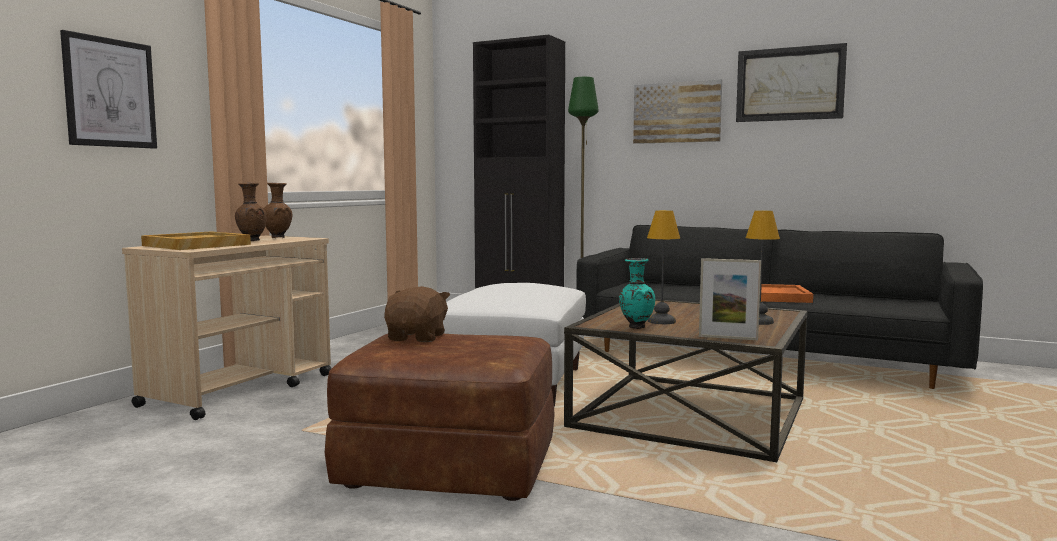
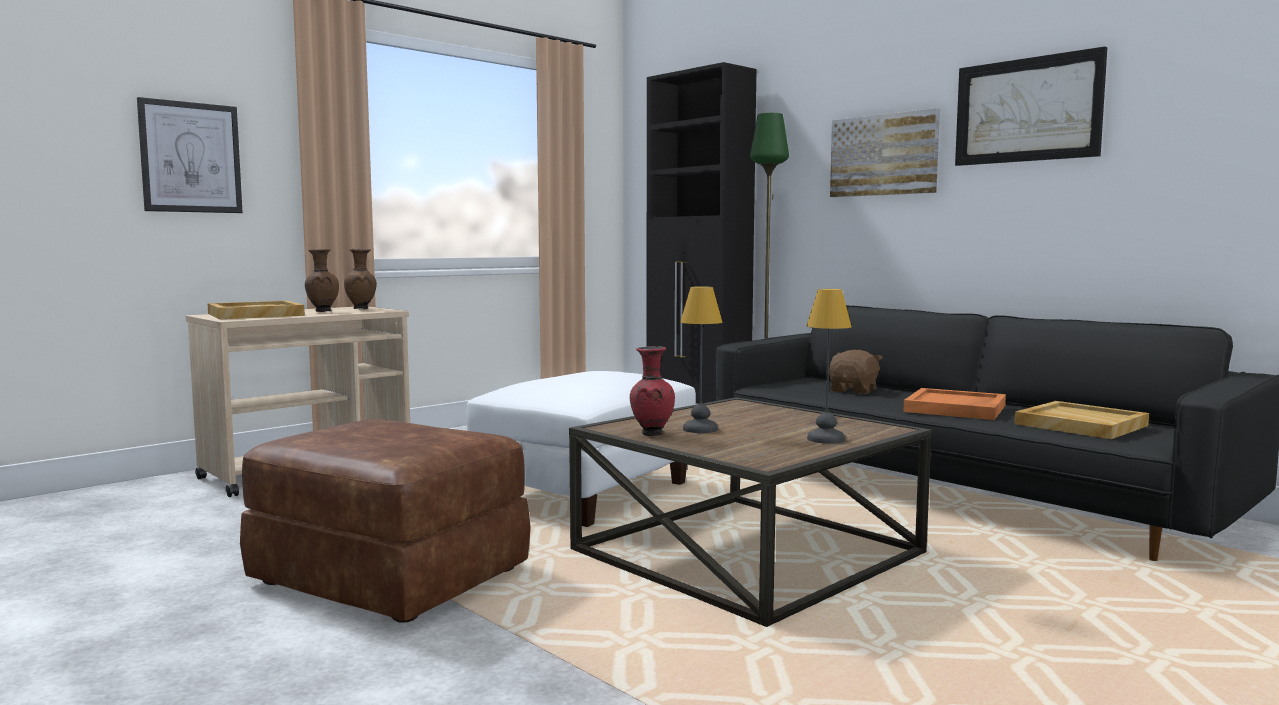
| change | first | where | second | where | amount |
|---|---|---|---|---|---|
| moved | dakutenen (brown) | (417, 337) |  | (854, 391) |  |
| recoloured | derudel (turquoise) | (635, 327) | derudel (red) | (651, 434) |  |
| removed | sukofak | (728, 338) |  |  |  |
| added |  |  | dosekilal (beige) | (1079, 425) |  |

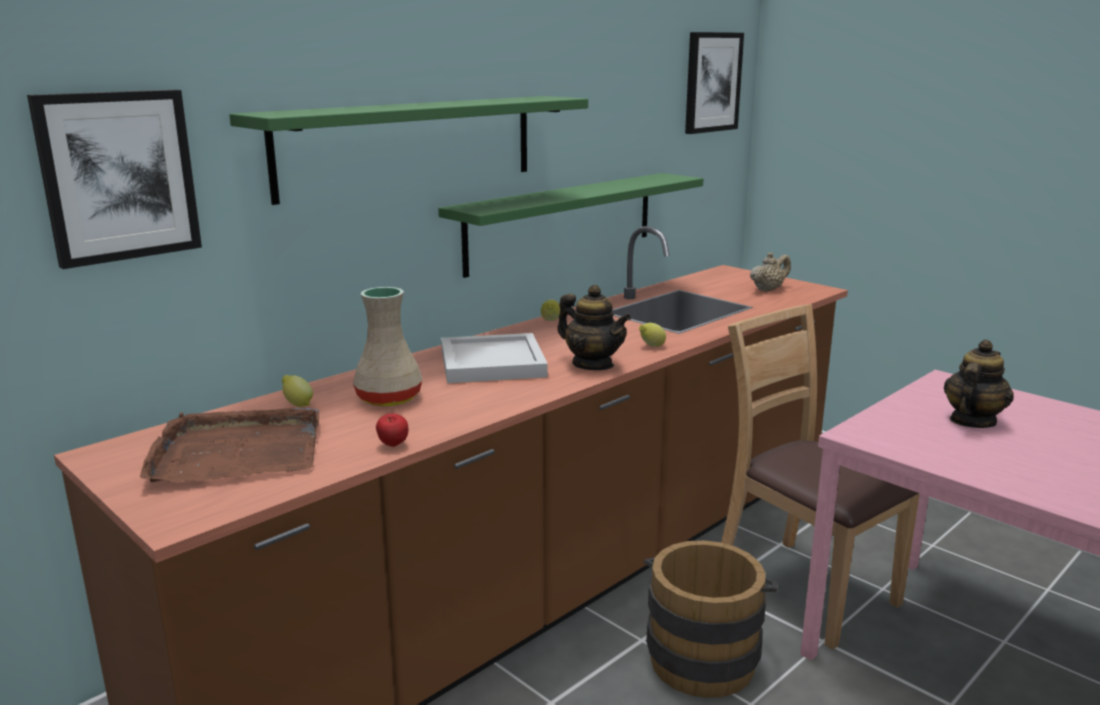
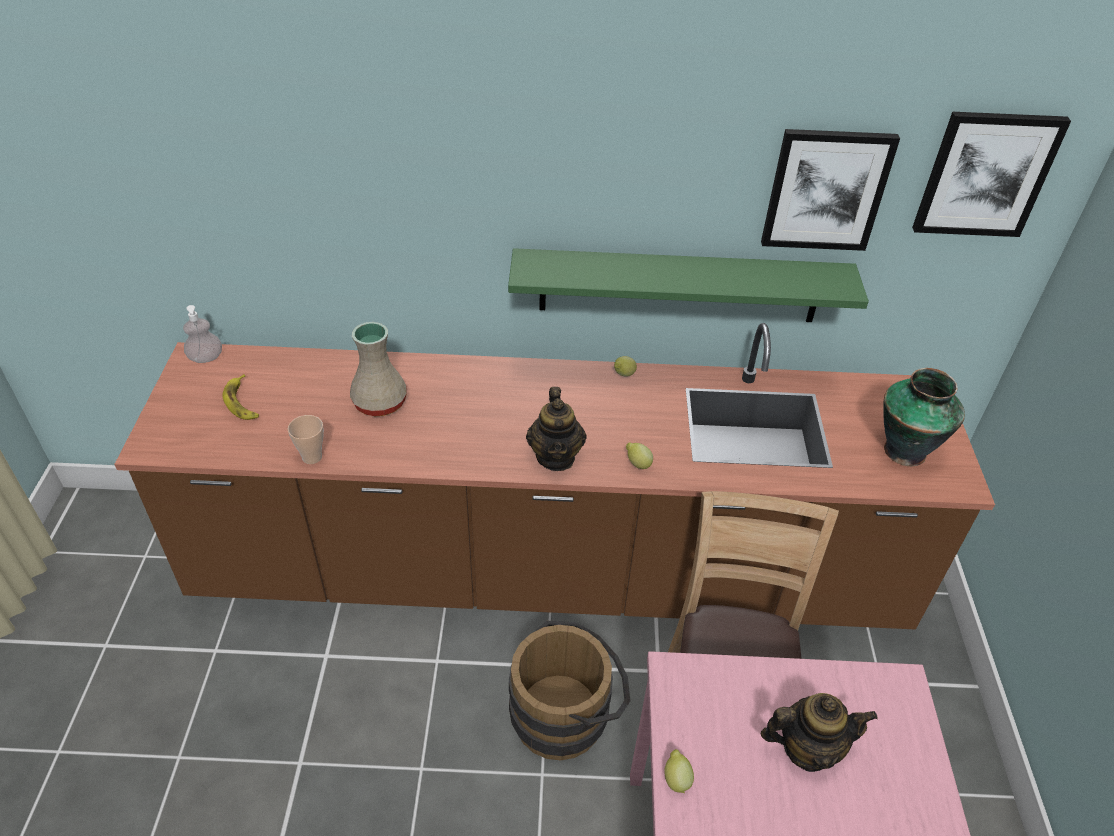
| change | first | where | second | where | amount |
|---|---|---|---|---|---|
| moved | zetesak | (118, 176) |  | (826, 190) |  |
| replaced | dosekilal (brown) | (237, 452) | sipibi | (242, 402) |  |
| removed | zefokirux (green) | (411, 145) |  |  |  |
| moved | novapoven | (297, 404) |  | (676, 779) |  |
| replaced | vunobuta | (393, 446) | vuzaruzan | (312, 457) |  |
| removed | dosekilal (white) | (491, 363) |  |  |  |
| replaced | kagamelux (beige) | (768, 289) | derudel | (904, 449) |  |
| added |  |  | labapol | (206, 357) |  |

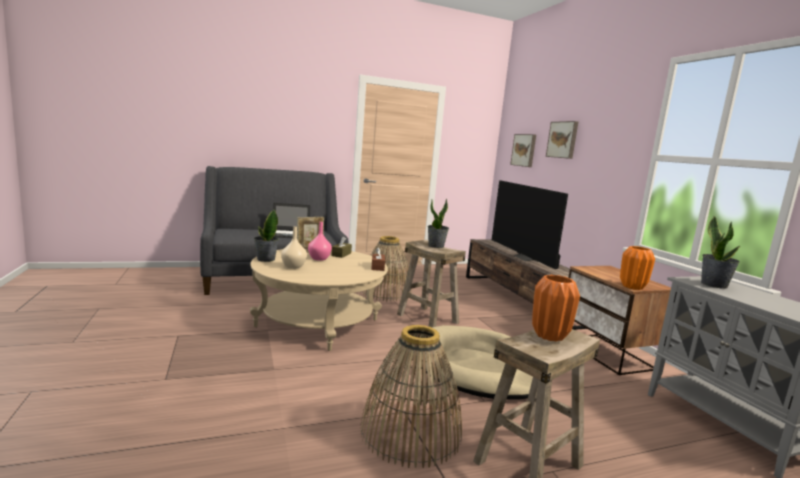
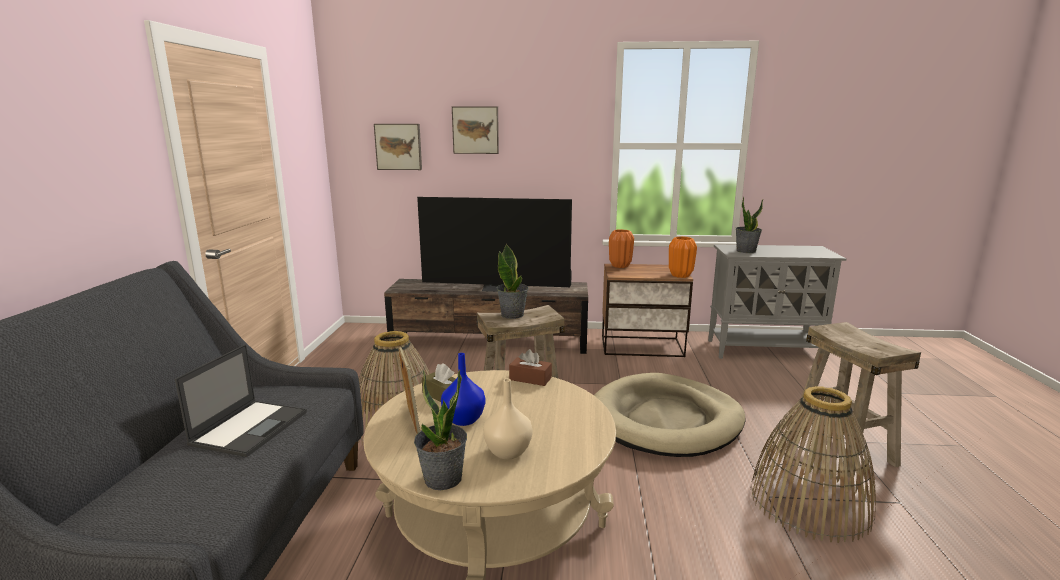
| change | first | where | second | where | amount |
|---|---|---|---|---|---|
| recoloured | derudel (pink) | (319, 259) | derudel (blue) | (463, 419) |  |
| moved | derudel (orange) | (549, 335) |  | (620, 266) |  |

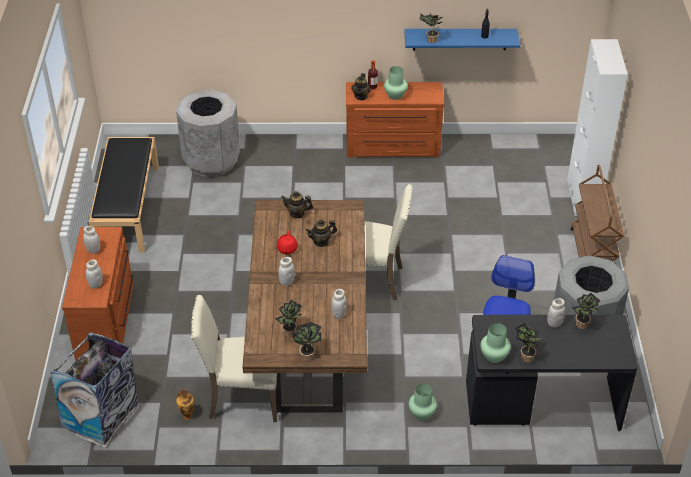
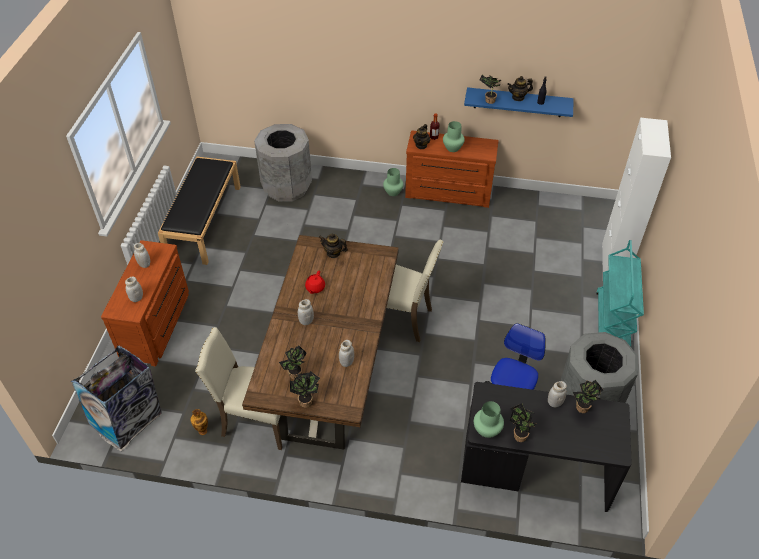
| change | first | where | second | where | amount |
|---|---|---|---|---|---|
| moved | kagamelux | (321, 241) |  | (518, 97) |  |
| moved | derudel (green) | (422, 413) |  | (393, 192) |  |
| recoloured | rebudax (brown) | (592, 255) | rebudax (turquoise) | (612, 322) |  |

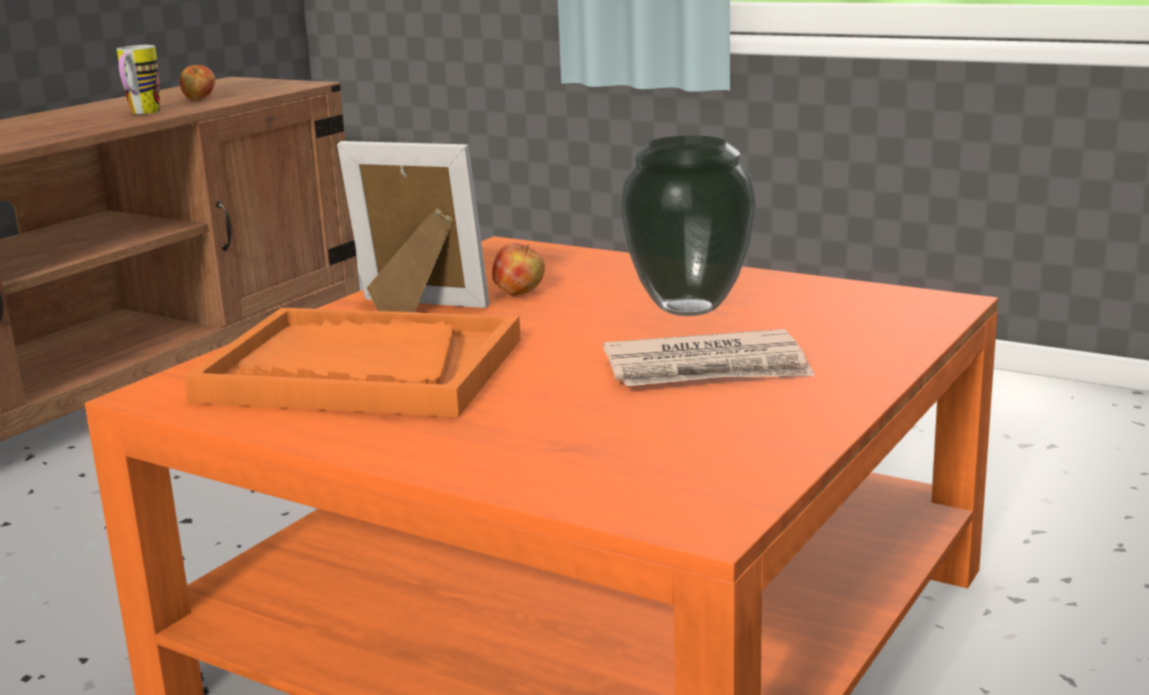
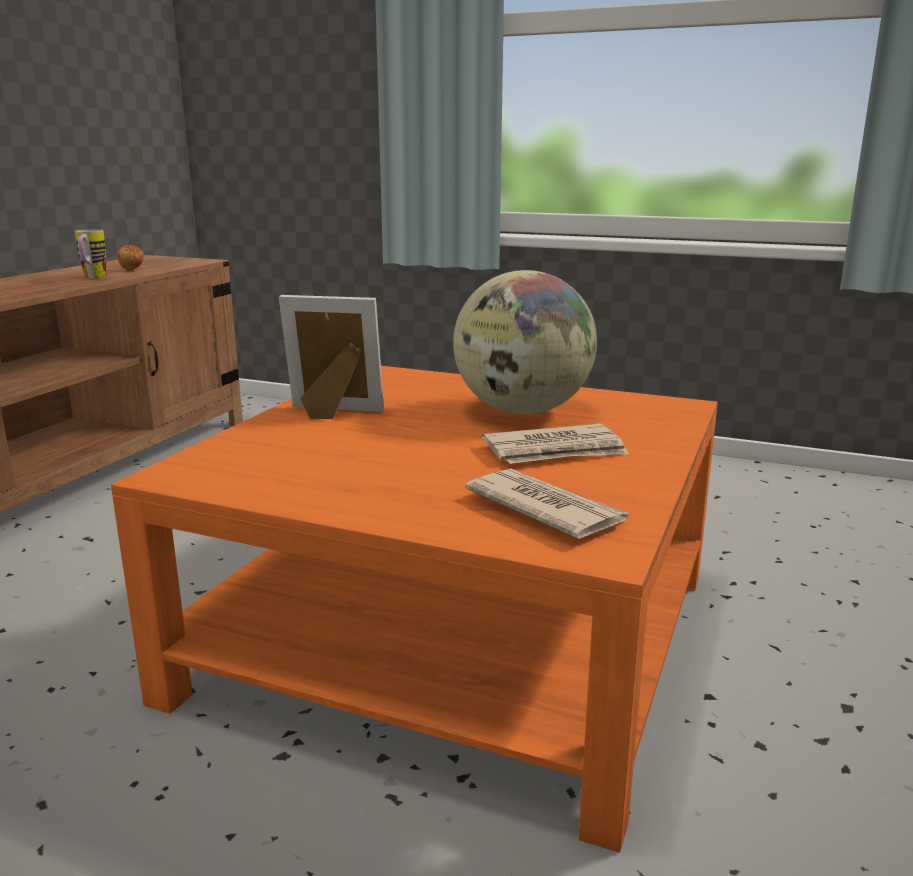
| change | first | where | second | where | amount |
|---|---|---|---|---|---|
| removed | dosekilal (orange) | (361, 370) |  |  |  |
| removed | vunobuta | (519, 293) |  |  |  |
| replaced | derudel | (688, 309) | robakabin | (522, 411) |  |
| added |  |  | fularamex | (544, 508) |  |

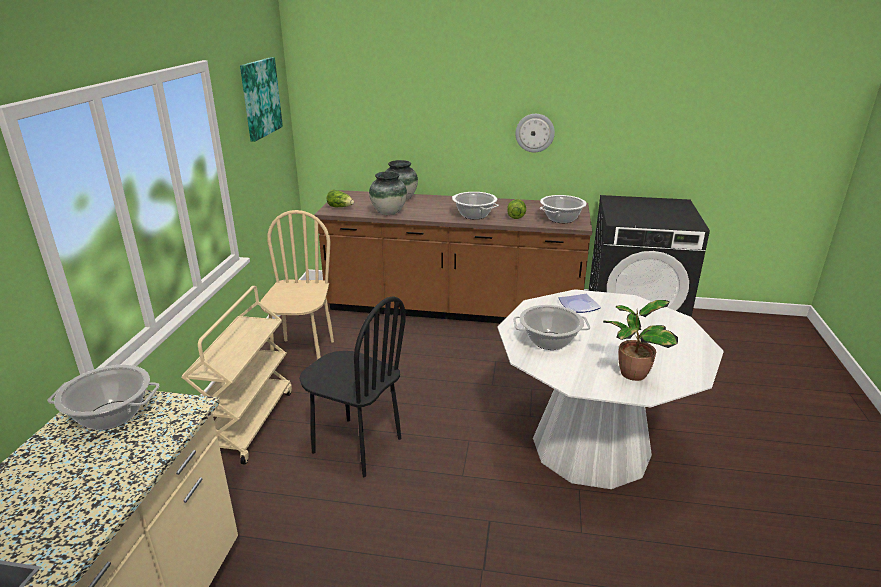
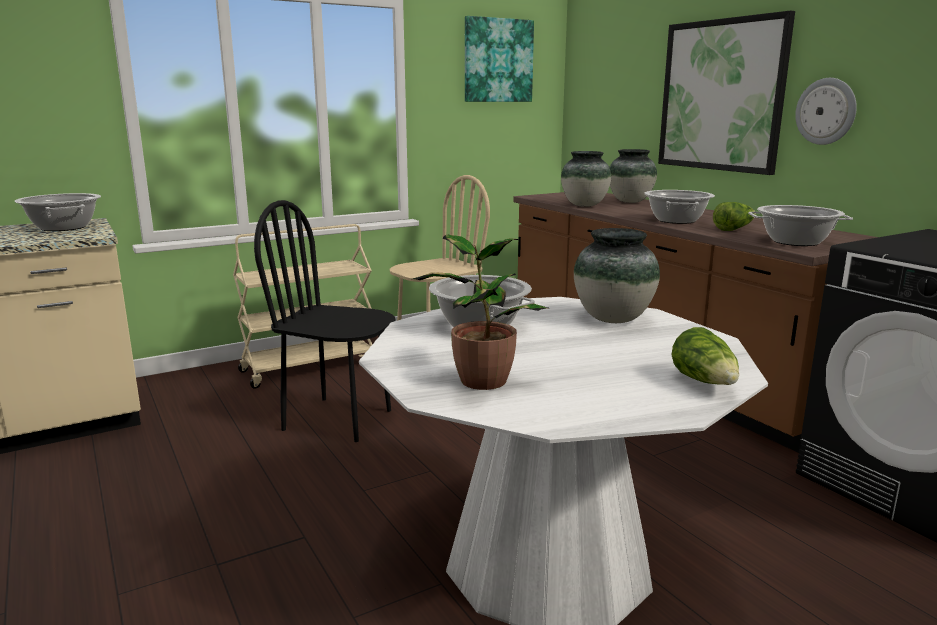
| change | first | where | second | where | amount |
|---|---|---|---|---|---|
| turned | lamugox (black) | (356, 446) |  | (338, 419) | 120 degrees clockwise |
| moved | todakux | (340, 207) |  | (705, 382) |  |
| replaced | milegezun | (578, 305) | derudel | (613, 318) |  |
| added |  |  | zetesak | (721, 95) |  |

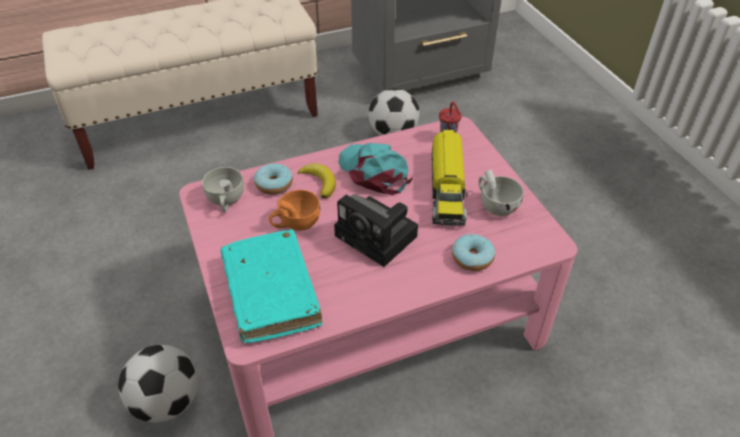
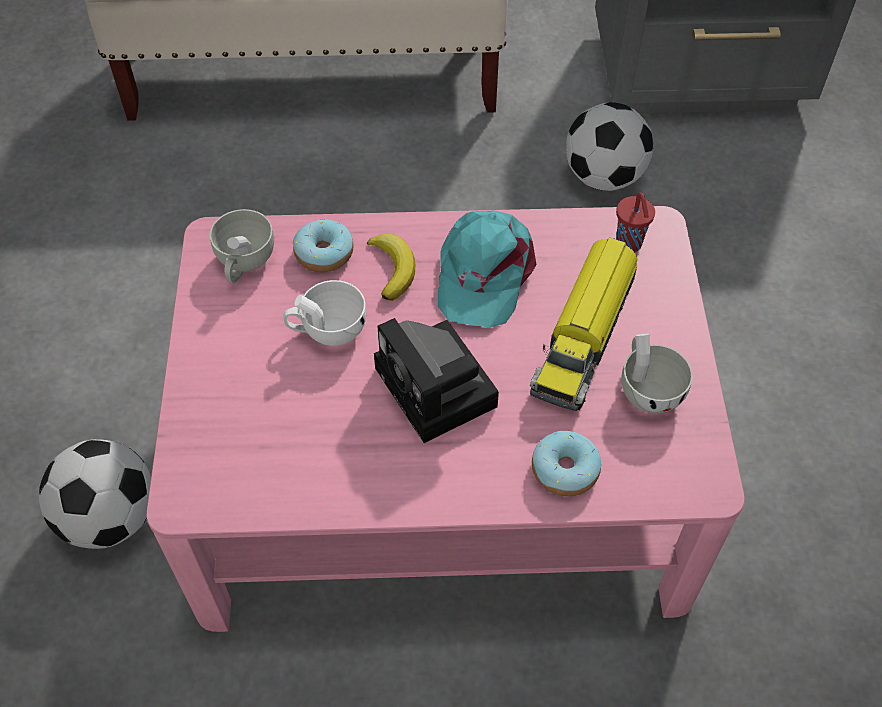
| change | first | where | second | where | amount |
|---|---|---|---|---|---|
| removed | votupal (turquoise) | (271, 293) |  |  |  |
| recoloured | vuzaruzan (orange) | (295, 223) | vuzaruzan (white) | (327, 330) |  |
| turned | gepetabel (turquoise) | (374, 172) |  | (483, 274) | 150 degrees counterclockwise |

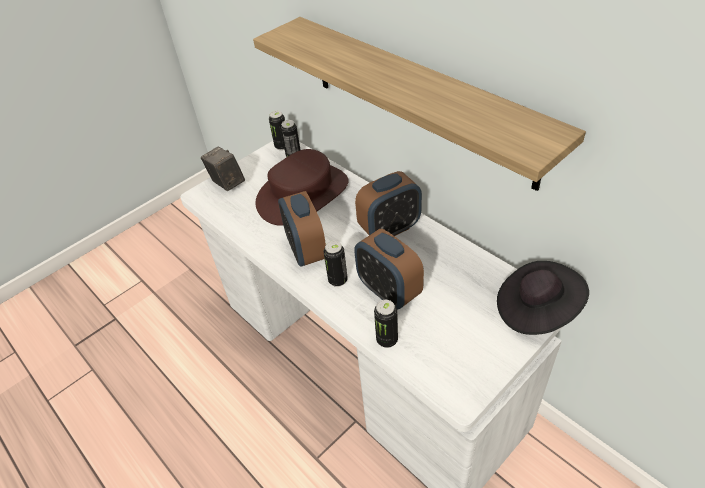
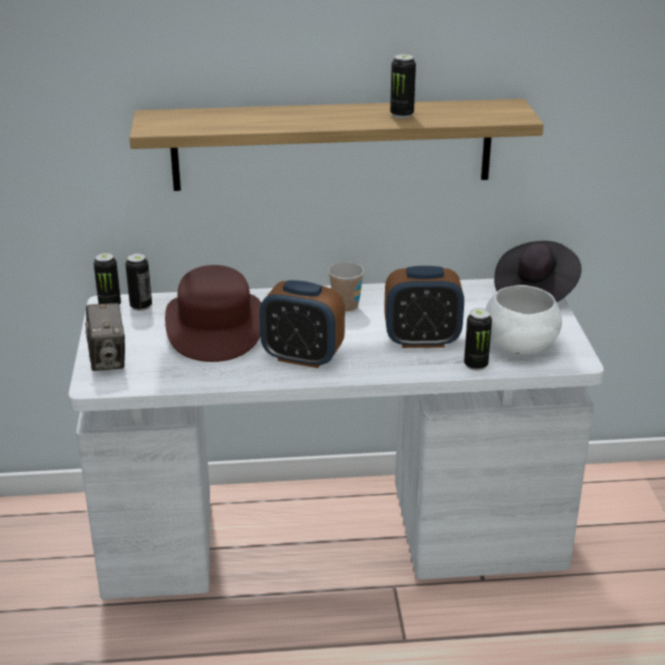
| change | first | where | second | where | amount |
|---|---|---|---|---|---|
| turned | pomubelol | (227, 183) |  | (108, 360) | 105 degrees counterclockwise |
| moved | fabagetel | (338, 280) |  | (402, 115) |  |
| replaced | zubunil | (390, 229) | vuzaruzan | (345, 306) |  |
| added |  |  | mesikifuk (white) | (518, 346) |  |

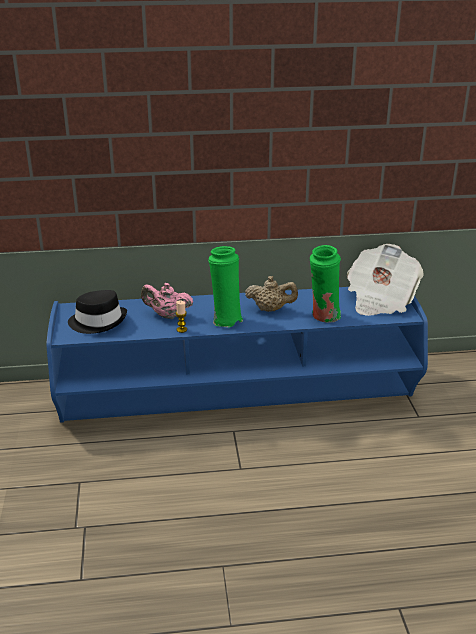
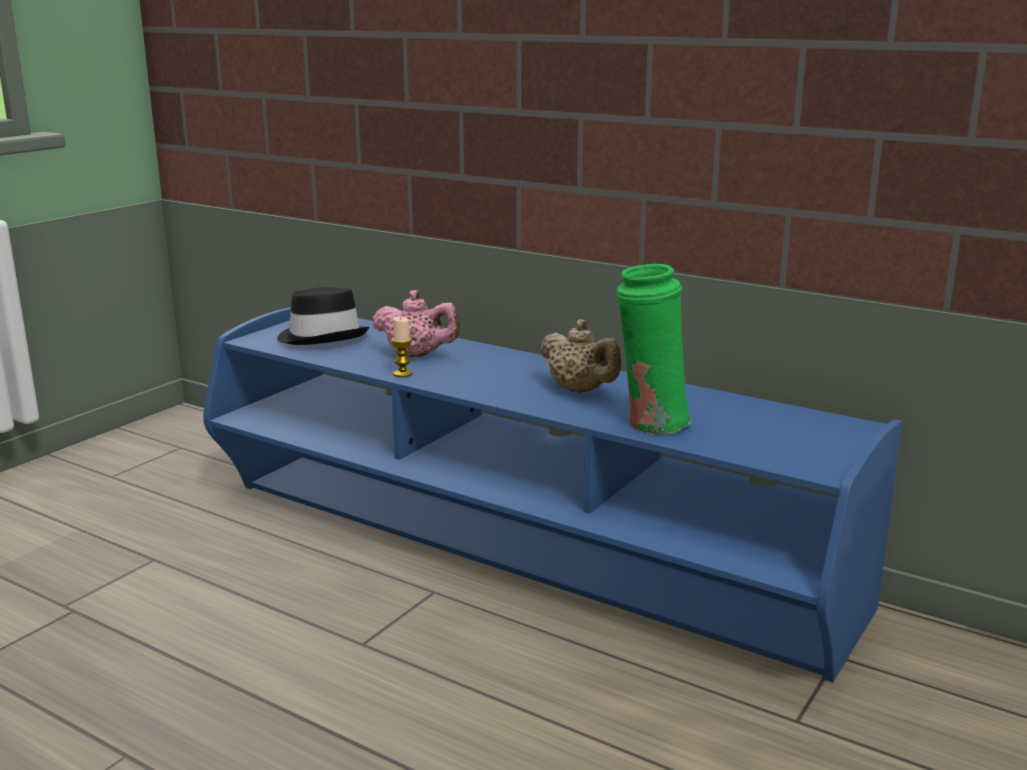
| change | first | where | second | where | amount |
|---|---|---|---|---|---|
| turned | kagamelux (pink) | (167, 316) |  | (417, 355) | 150 degrees clockwise |
| removed | derudel (green) | (225, 320) |  |  |  |
| removed | fularamex | (380, 299) |  |  |  |

